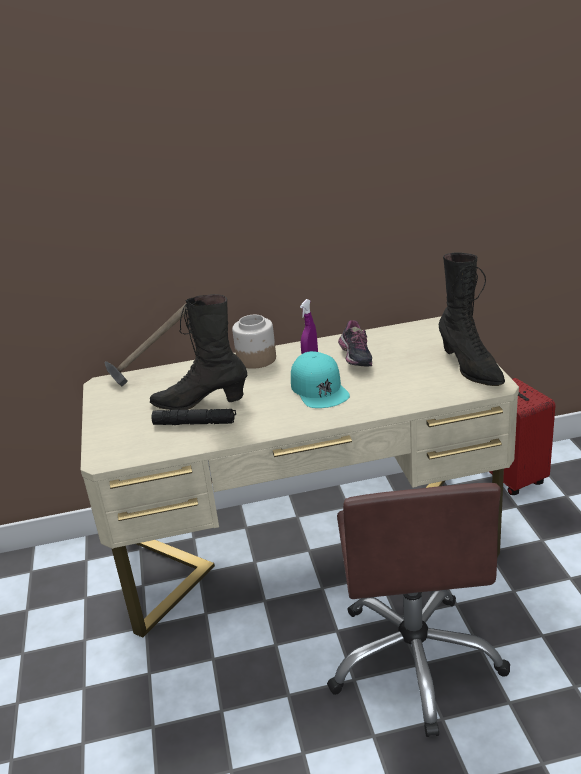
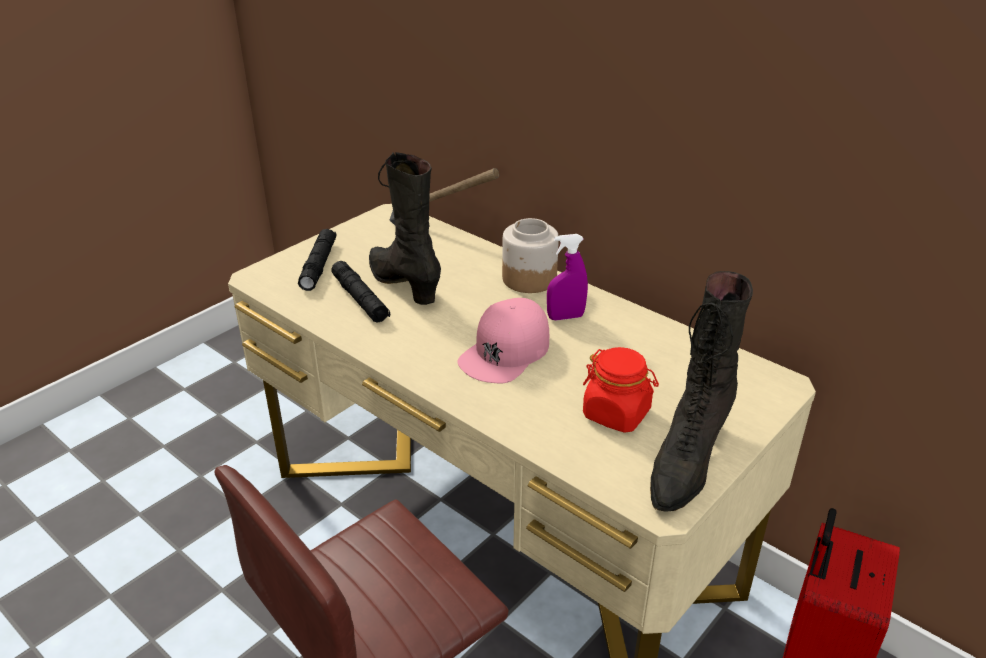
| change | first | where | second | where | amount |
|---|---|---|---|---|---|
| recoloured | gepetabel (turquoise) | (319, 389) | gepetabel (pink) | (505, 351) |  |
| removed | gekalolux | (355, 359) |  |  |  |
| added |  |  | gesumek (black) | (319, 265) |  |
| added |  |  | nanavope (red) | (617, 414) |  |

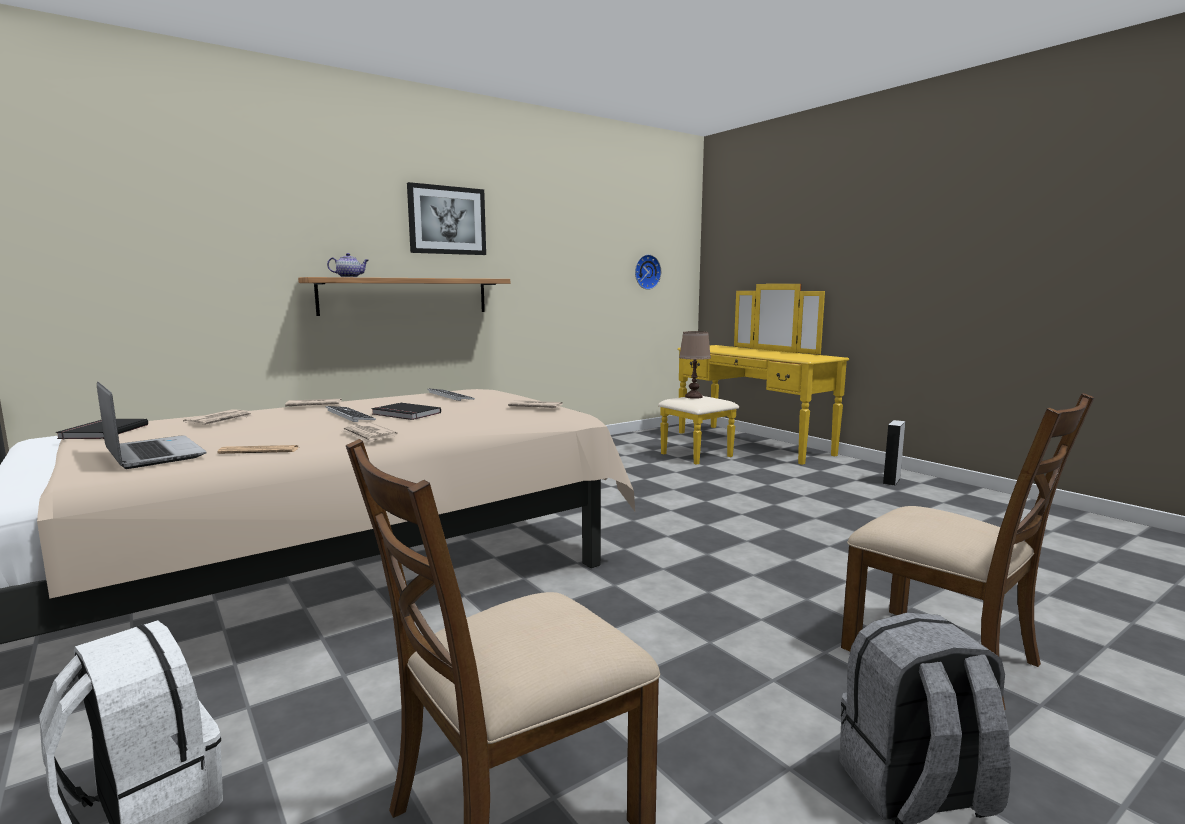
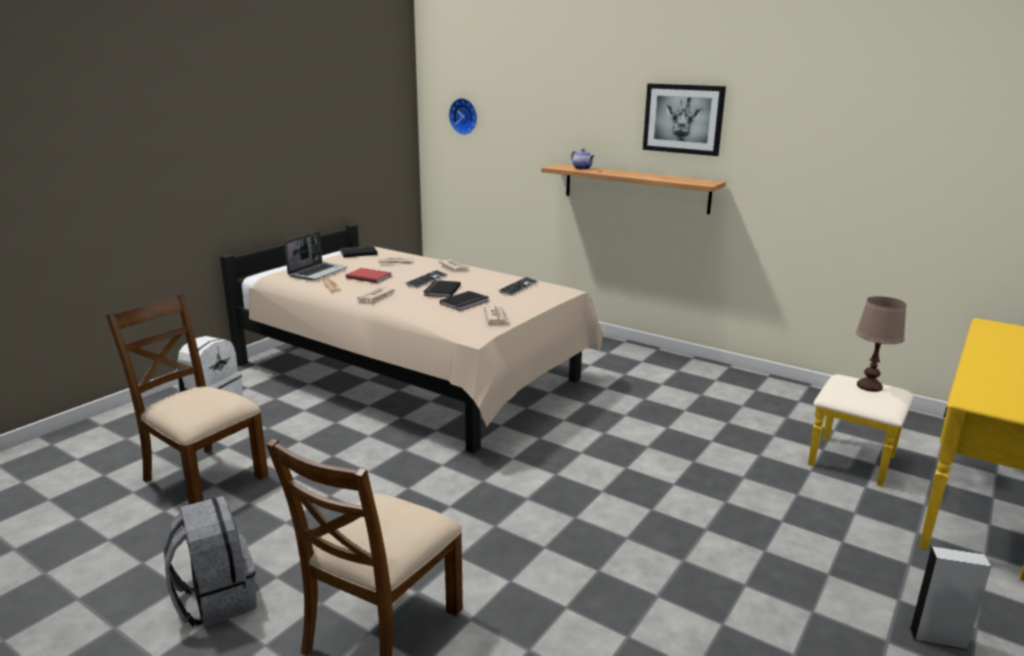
| change | first | where | second | where | amount |
|---|---|---|---|---|---|
| moved | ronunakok | (646, 272) |  | (464, 116) |  |
| added |  |  | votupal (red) | (369, 277) |  |
| added |  |  | votupal (black) | (465, 303) |  |

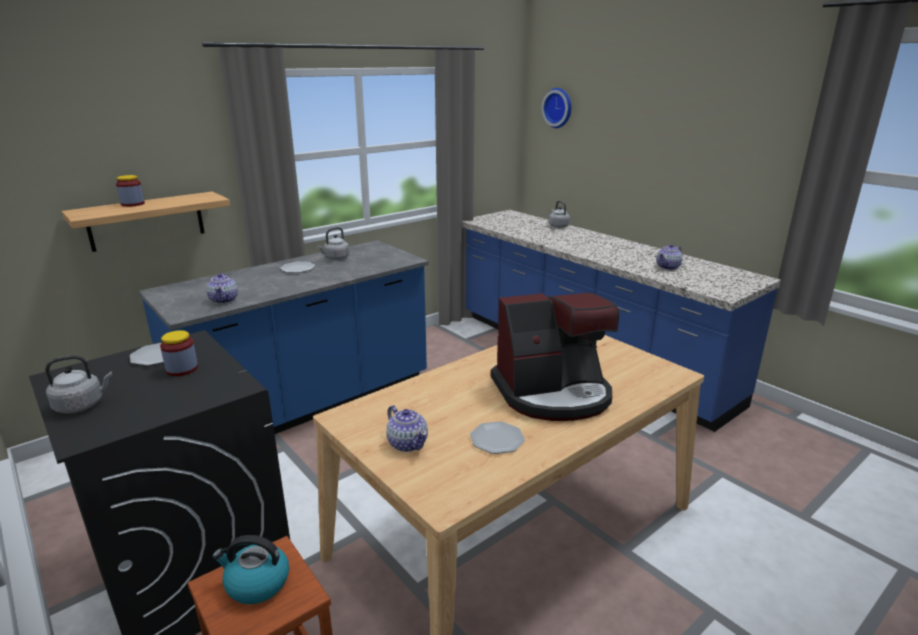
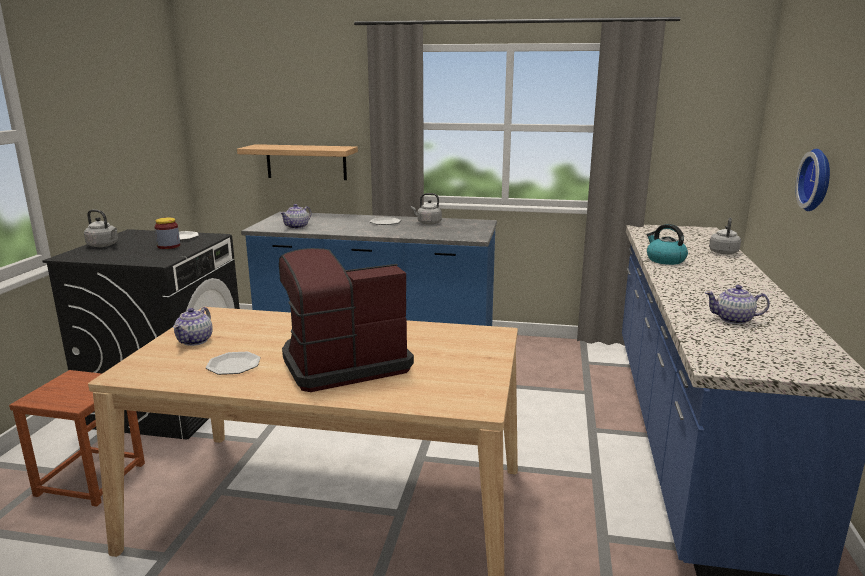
| change | first | where | second | where | amount |
|---|---|---|---|---|---|
| removed | nanavope | (133, 204) |  |  |  |
| moved | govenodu | (256, 583) |  | (665, 260) |  |
| turned | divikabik | (553, 393) |  | (343, 363) | 120 degrees clockwise |
| moved | ronunakok | (559, 108) |  | (818, 180) |  |

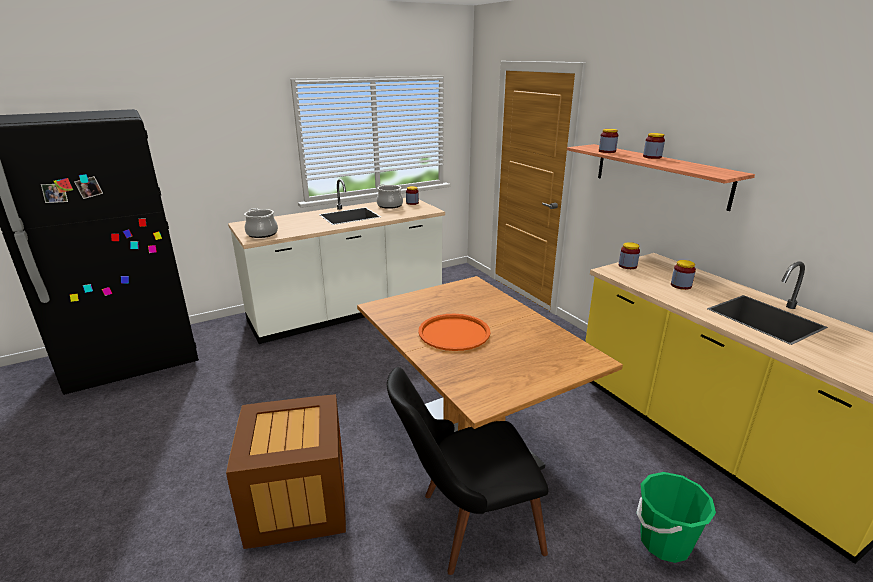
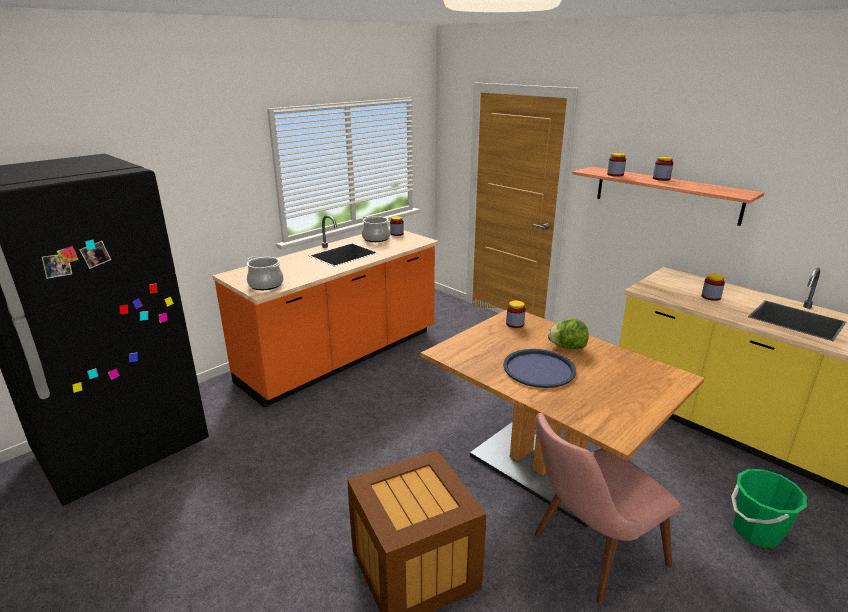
| change | first | where | second | where | amount |
|---|---|---|---|---|---|
| recoloured | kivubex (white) | (348, 311) | kivubex (orange) | (342, 357) |  |
| recoloured | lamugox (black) | (465, 525) | lamugox (pink) | (587, 555) |  |
| recoloured | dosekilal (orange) | (454, 333) | dosekilal (blue) | (539, 369) |  |
| moved | nanavope | (627, 266) |  | (515, 324) |  |
| added |  |  | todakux | (567, 347) |  |

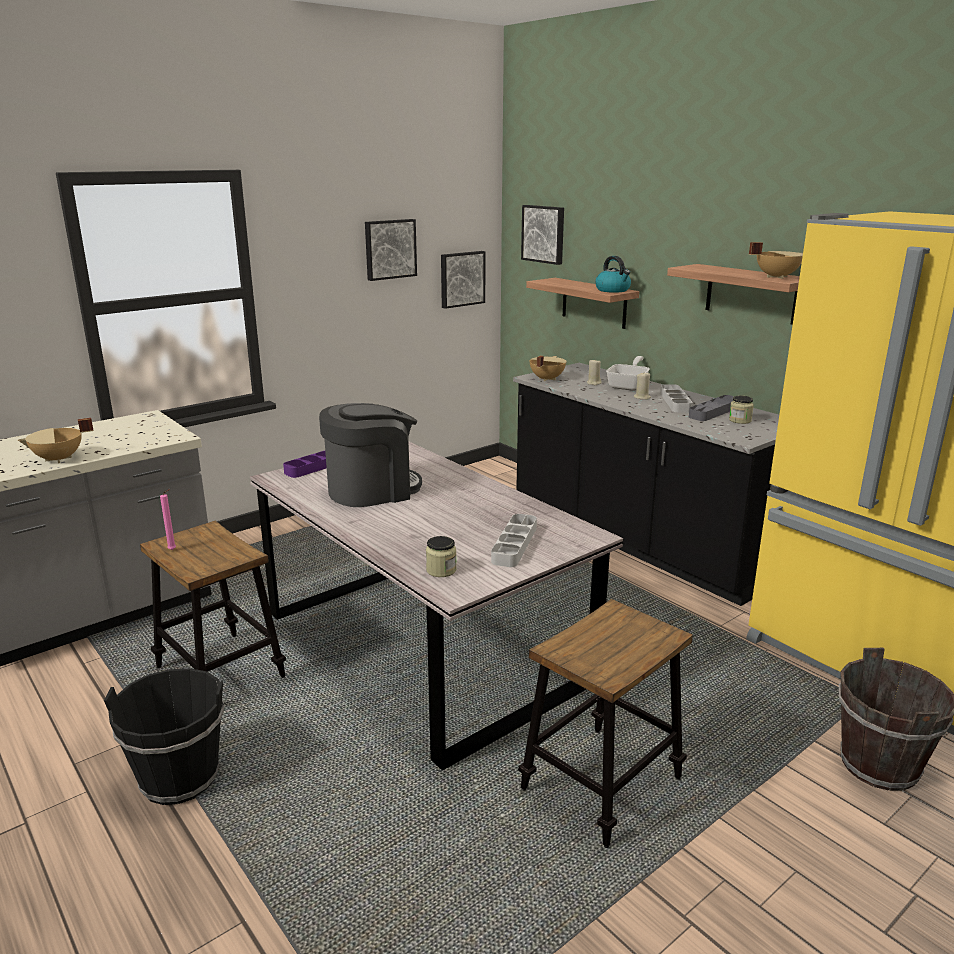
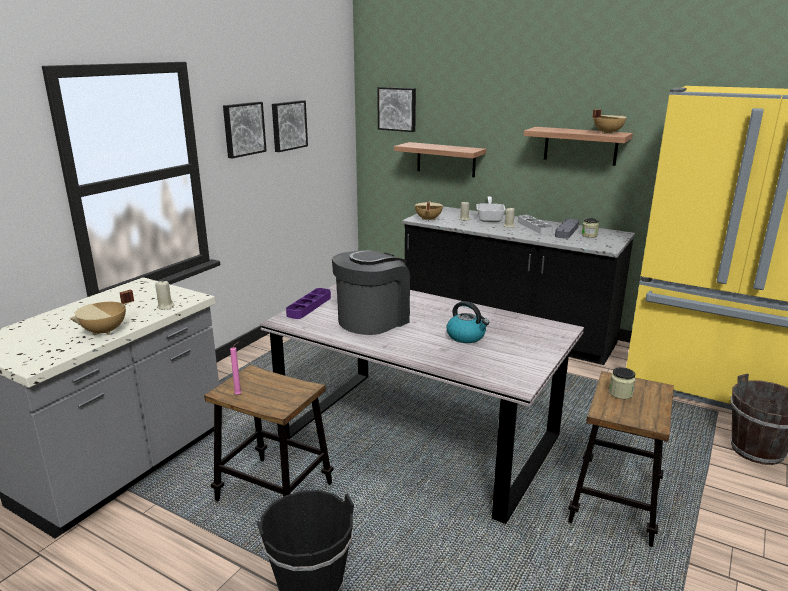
| change | first | where | second | where | amount |
|---|---|---|---|---|---|
| moved | nanavope | (441, 570) |  | (620, 393) |  |
| moved | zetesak | (461, 279) |  | (243, 129) |  |
| removed | dosekilal (grey) | (514, 544) |  |  |  |
| moved | govenodu | (613, 290) |  | (466, 336) |  |
| added |  |  | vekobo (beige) | (165, 306) |  |

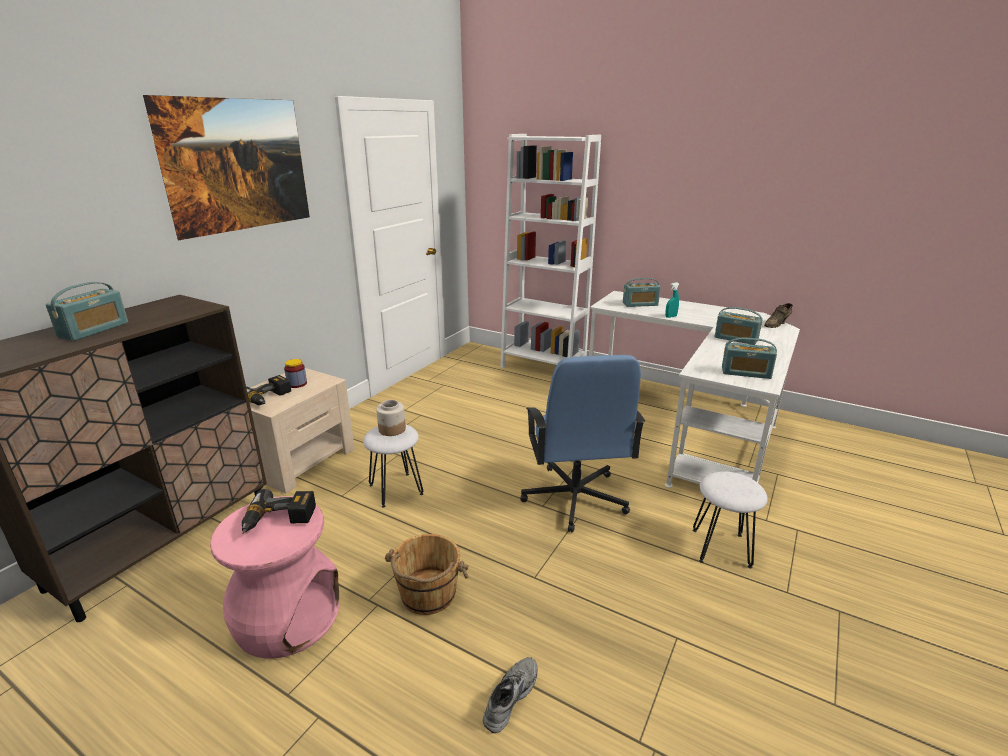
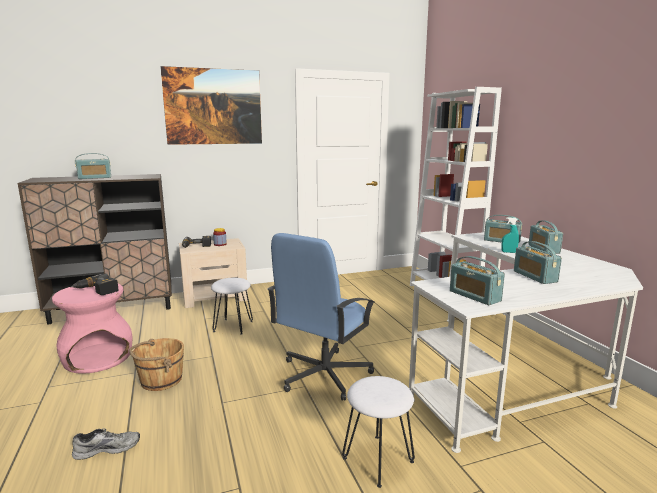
| change | first | where | second | where | amount |
|---|---|---|---|---|---|
| removed | nanavope | (392, 429) |  |  |  |
| removed | gekalolux (brown) | (777, 324) |  |  |  |
| added |  |  | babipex | (543, 249) |  |

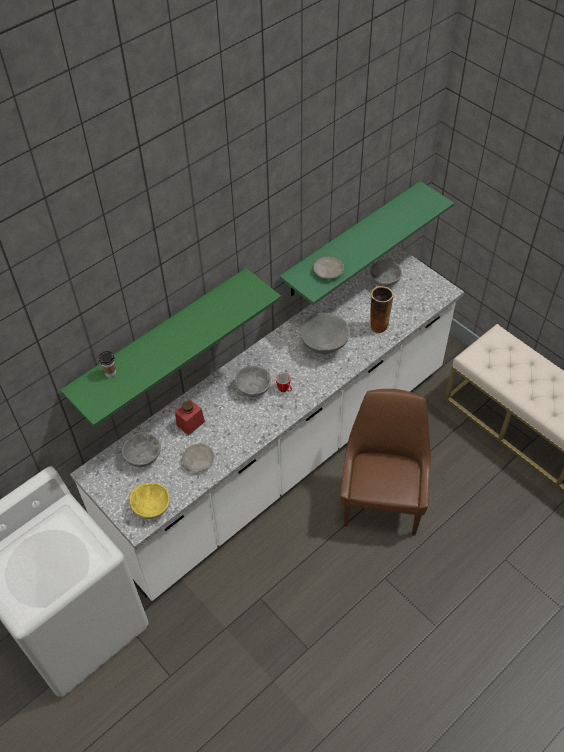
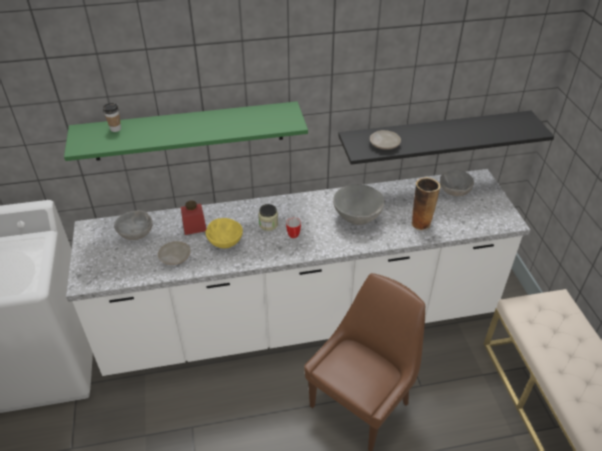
| change | first | where | second | where | amount |
|---|---|---|---|---|---|
| moved | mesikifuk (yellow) | (151, 508) |  | (224, 242) |  |
| replaced | mesikifuk (grey) | (254, 389) | nanavope | (268, 224) |  |
| recoloured | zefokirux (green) | (352, 240) | zefokirux (black) | (434, 137) |  |

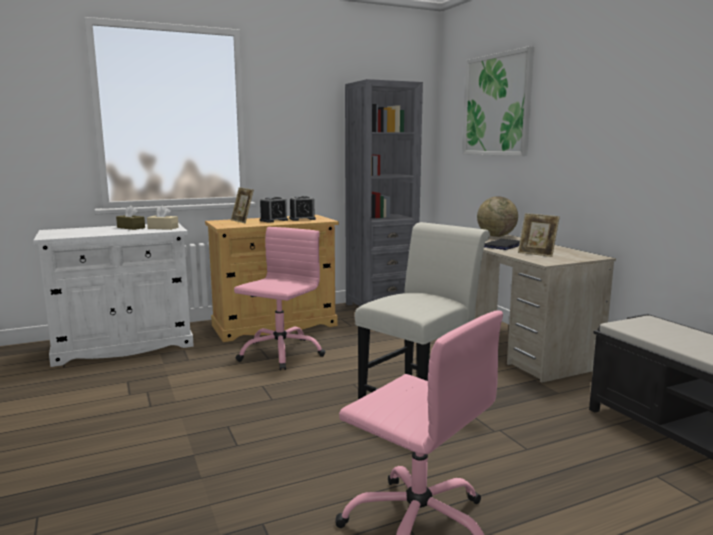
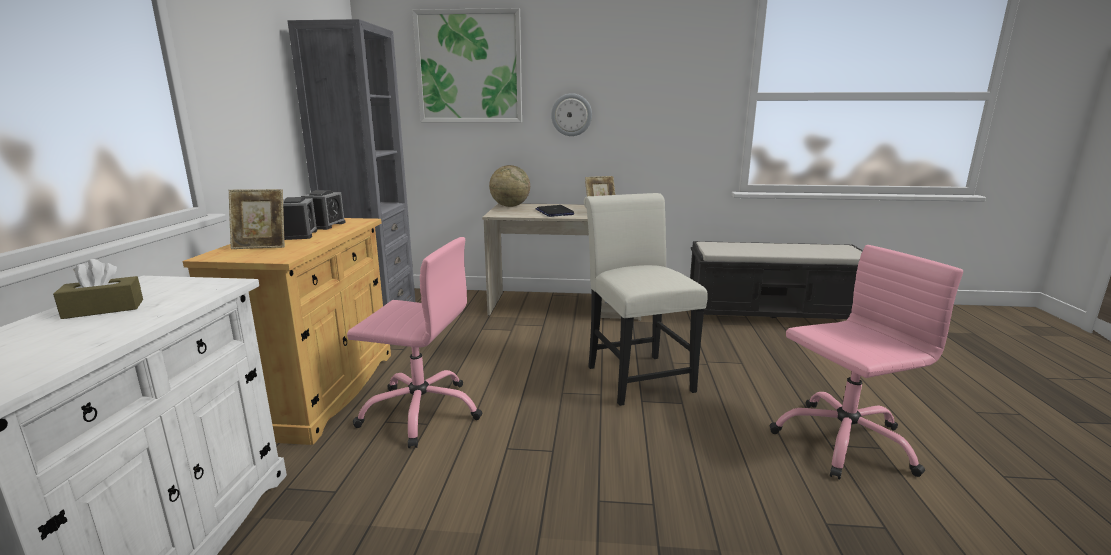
| change | first | where | second | where | amount |
|---|---|---|---|---|---|
| removed | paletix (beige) | (163, 228) |  |  |  |
| turned | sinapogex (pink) | (280, 353) |  | (421, 411) | 135 degrees clockwise |
| added |  |  | ronunakok | (571, 115) |  |

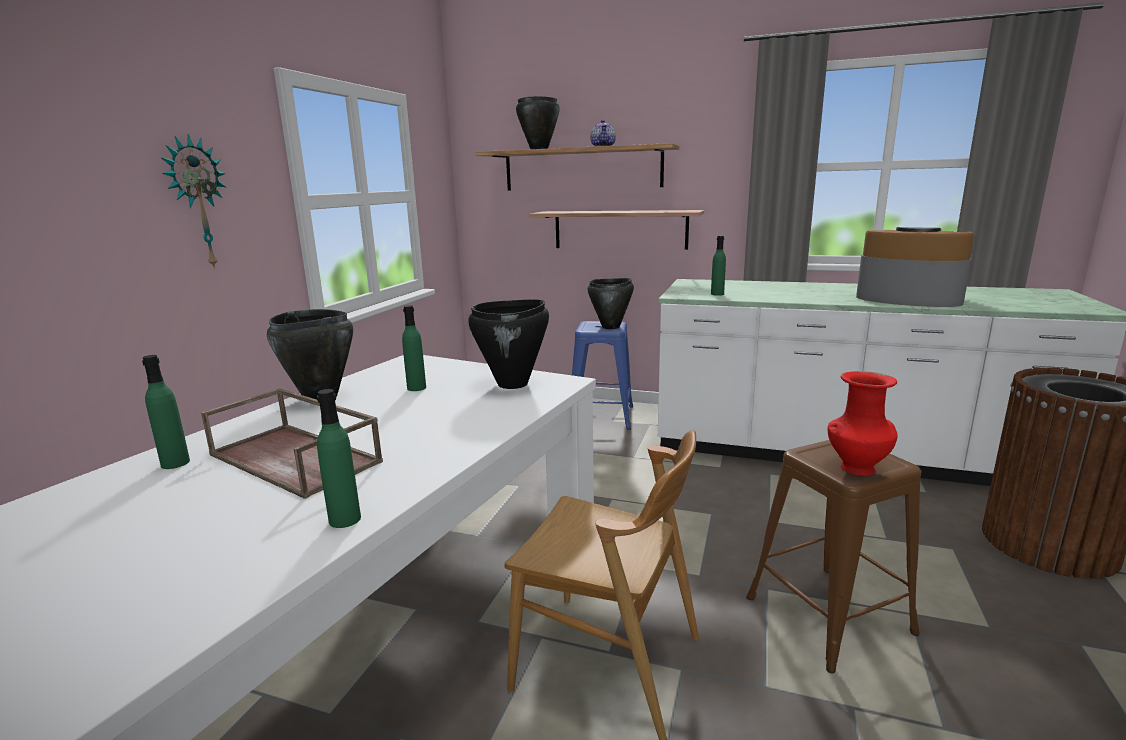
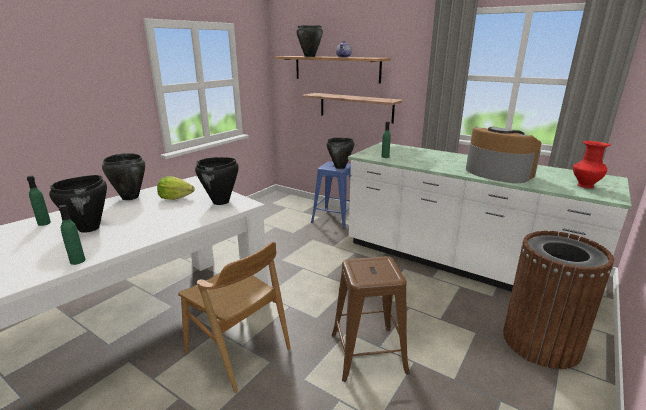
| change | first | where | second | where | amount |
|---|---|---|---|---|---|
| removed | ronunakok | (197, 203) |  |  |  |
| replaced | dosekilal (brown) | (297, 458) | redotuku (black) | (89, 228) |  |
| replaced | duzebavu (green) | (416, 388) | todakux | (175, 198) |  |
| moved | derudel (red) | (855, 469) |  | (584, 186) |  |

